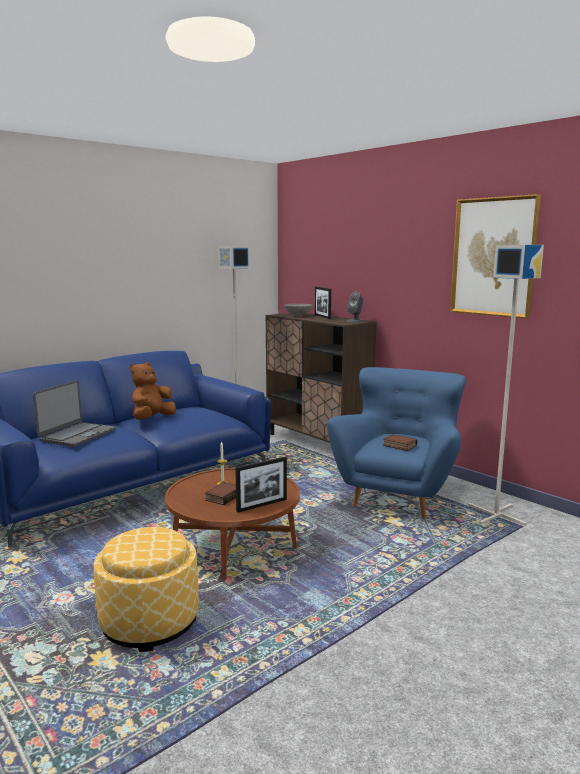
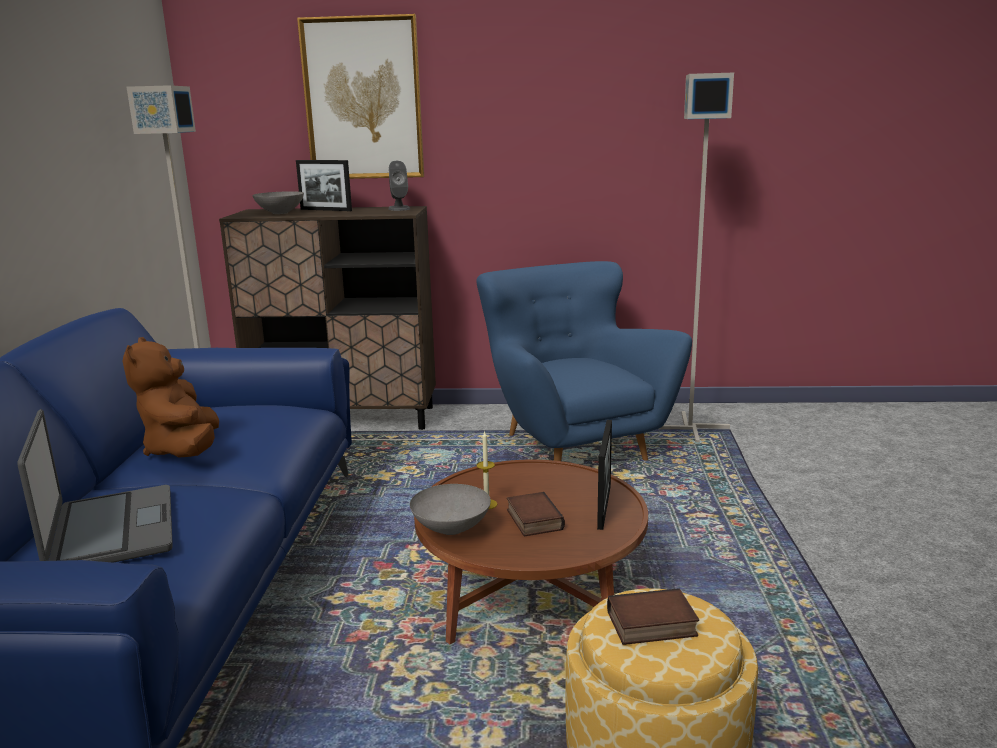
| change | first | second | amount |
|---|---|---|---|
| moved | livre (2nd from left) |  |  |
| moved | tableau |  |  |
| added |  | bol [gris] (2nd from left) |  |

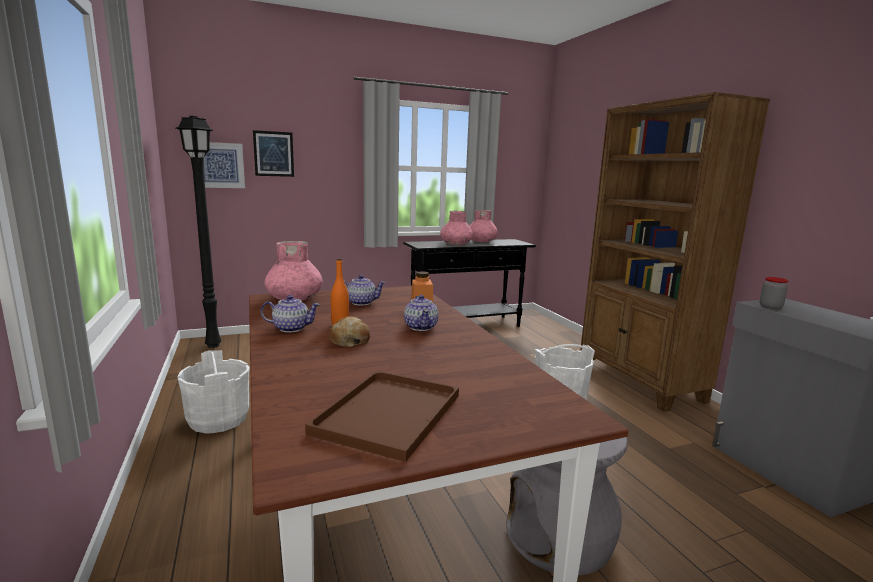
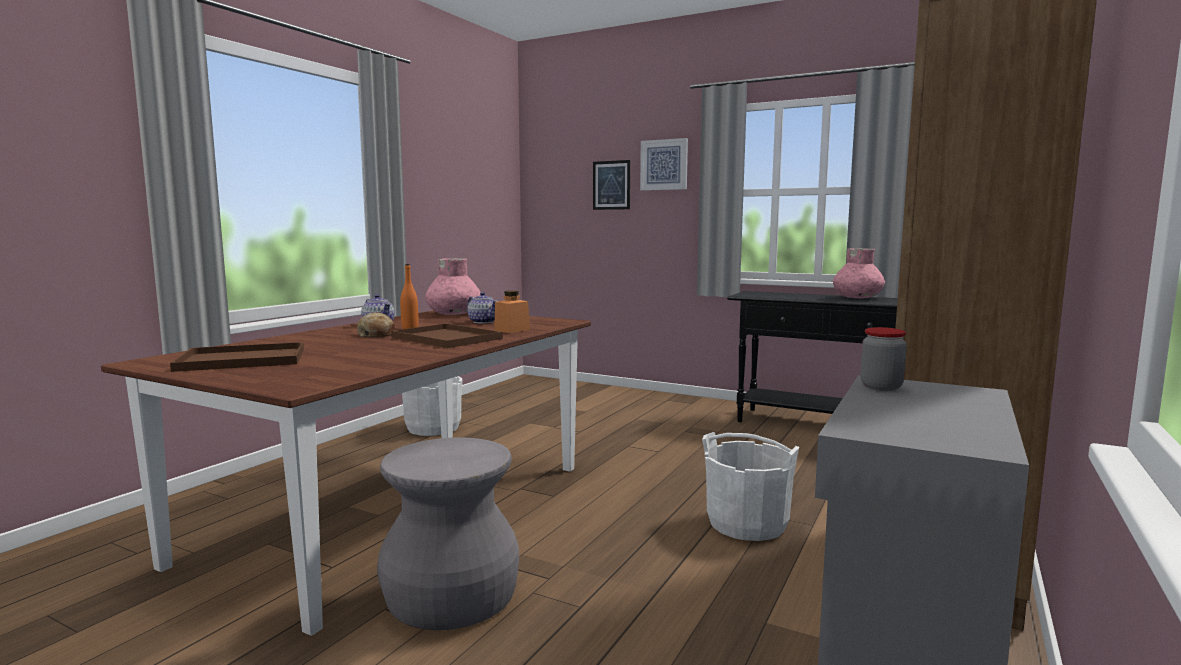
| change | first | second | amount |
|---|---|---|---|
| removed | lampadaire [noir] |  |  |
| moved | tableau (1st from left in the first image) | tableau (2nd from left) |  |
| replaced | théière (3rd from left) | plateau [marron] (2nd from left) |  |
| removed | vase [rose] (2nd from left) |  |  |

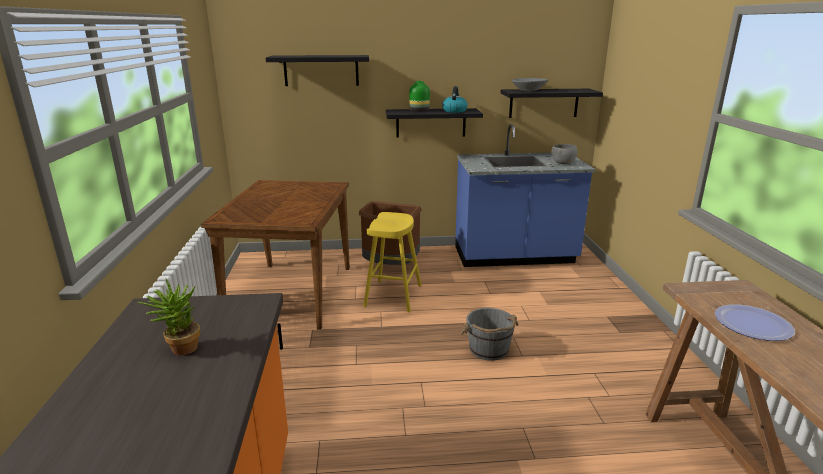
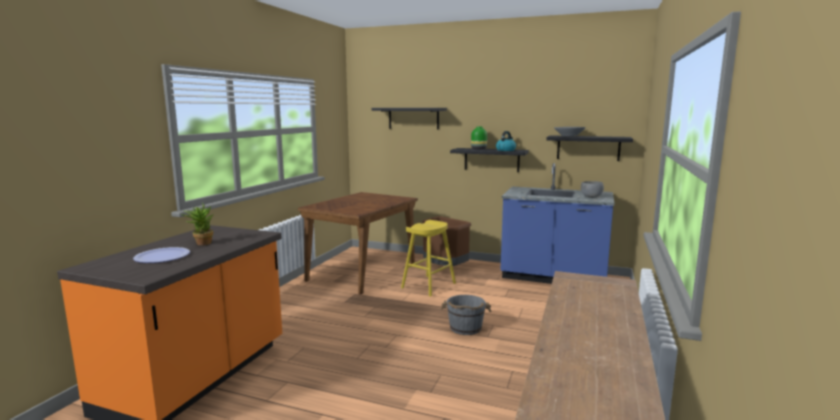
| change | first | second | amount |
|---|---|---|---|
| moved | assiette |  |  |

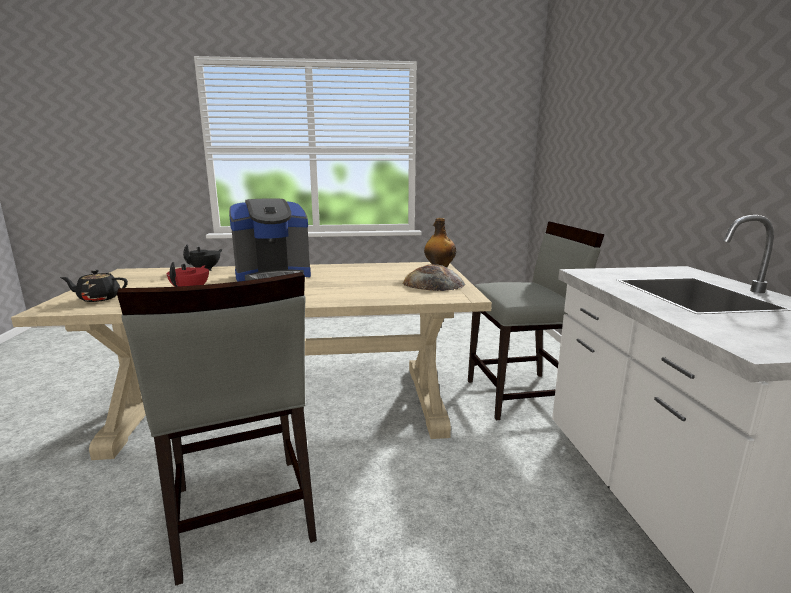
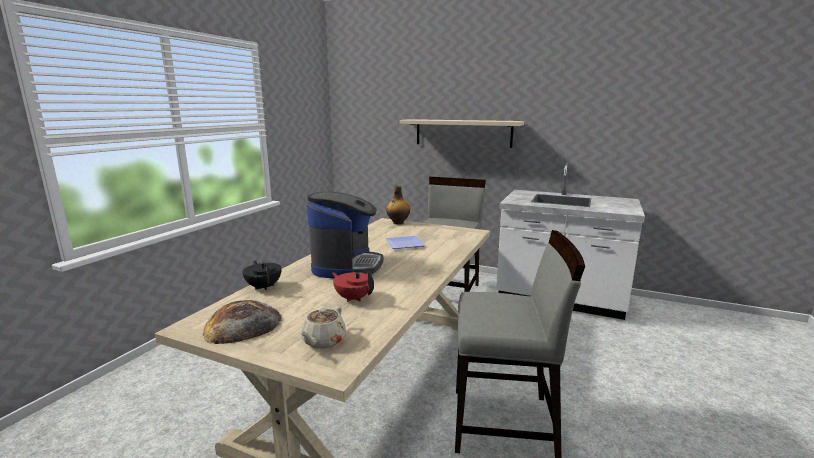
| change | first | second | amount |
|---|---|---|---|
| recoloured | théière [noir] (1st from left) | théière [beige] |  |
| moved | pain |  |  |
| added |  | assiette |  |
| added |  | étagère [beige] |  |

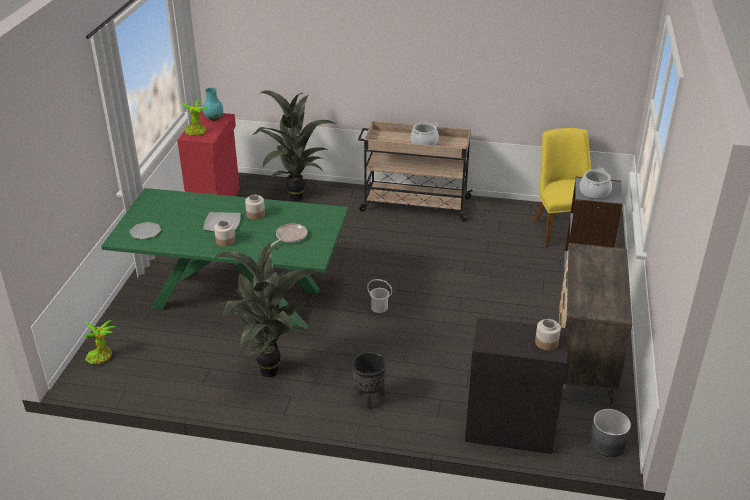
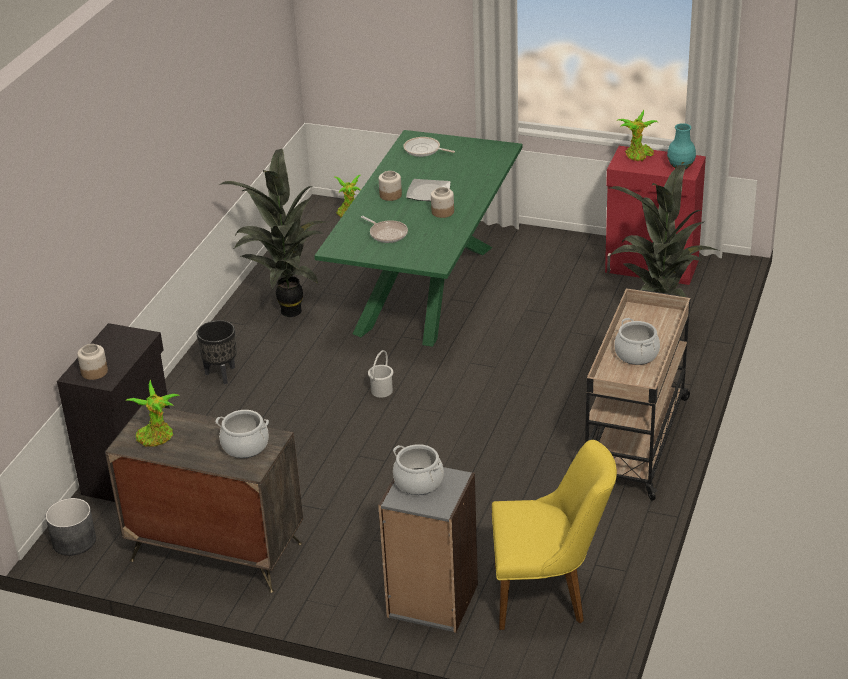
| change | first | second | amount |
|---|---|---|---|
| replaced | assiette (1st from left) | poêle (2nd from left) |  |
| added |  | plante en pot (1st from left) |  |
| added |  | marmite (1st from left) |  |

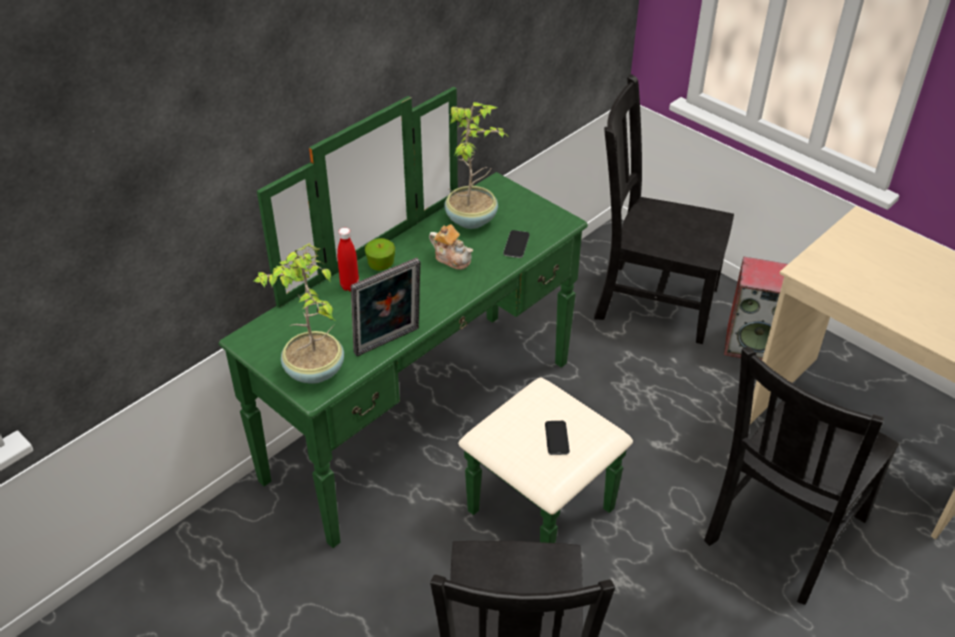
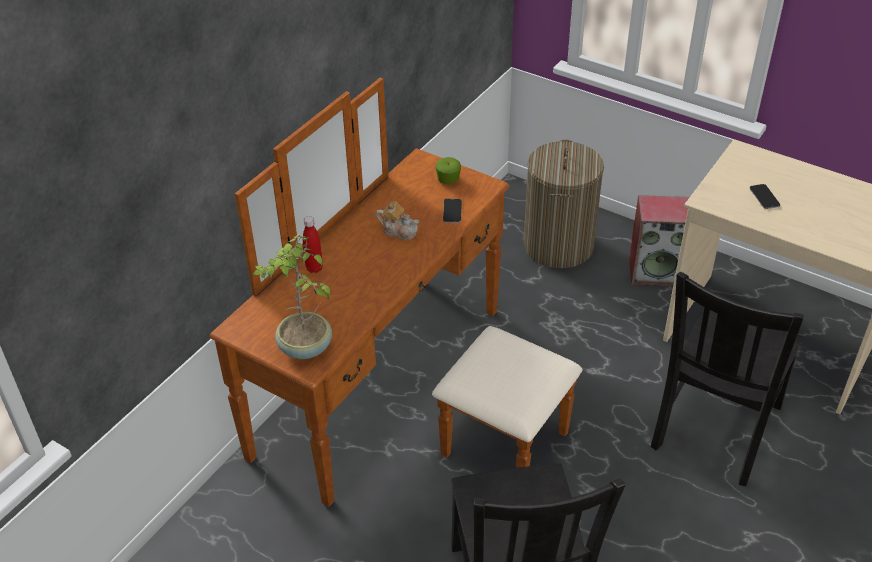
| change | first | second | amount |
|---|---|---|---|
| recoloured | commode [vert] | commode [marron] |  |
| removed | cadre photo |  |  |
| moved | pomme |  |  |
| removed | plante en pot (2nd from left) |  |  |
| moved | téléphone (2nd from left) |  |  |
| replaced | chaise [noir] (2nd from left) | panier à linge |  |

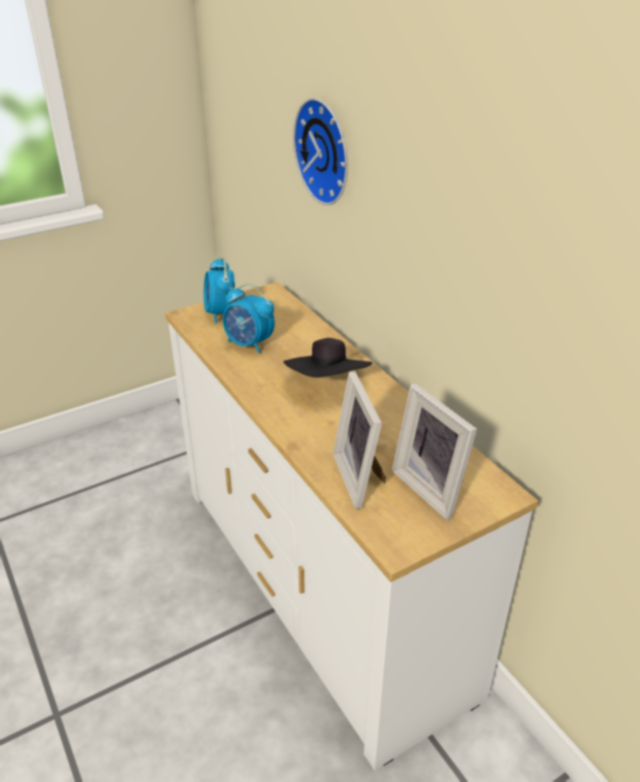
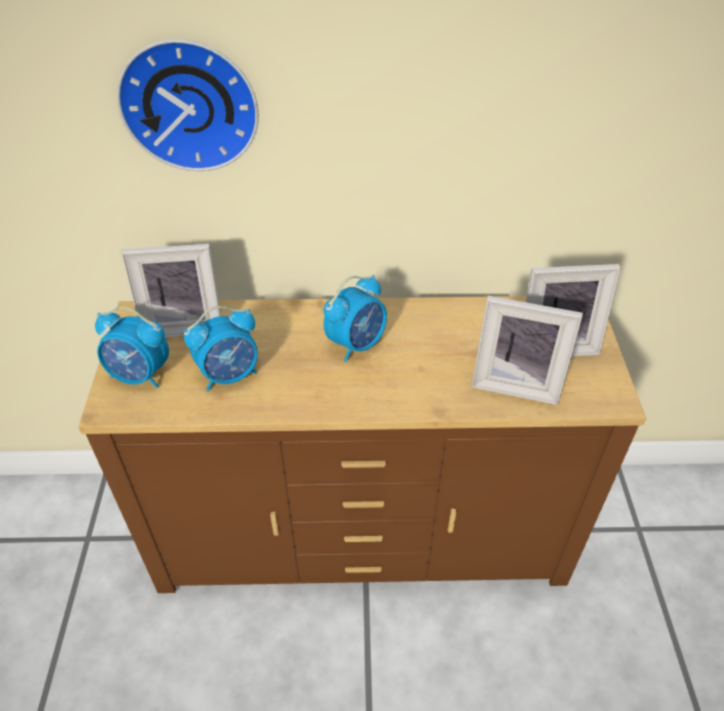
| change | first | second | amount |
|---|---|---|---|
| recoloured | commode [blanc] | commode [marron] |  |
| replaced | chapeau [noir] | réveil (3rd from left) |  |
| added |  | cadre photo (1st from left) |  |

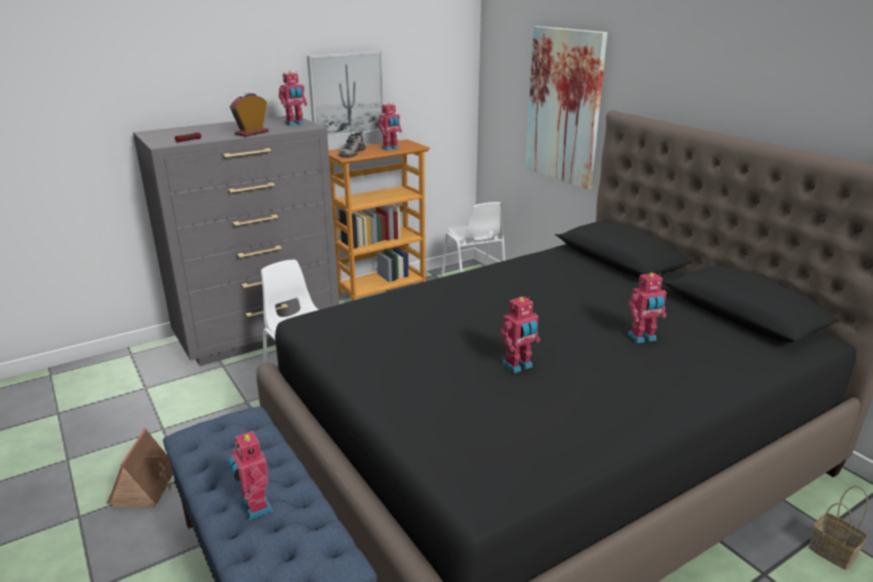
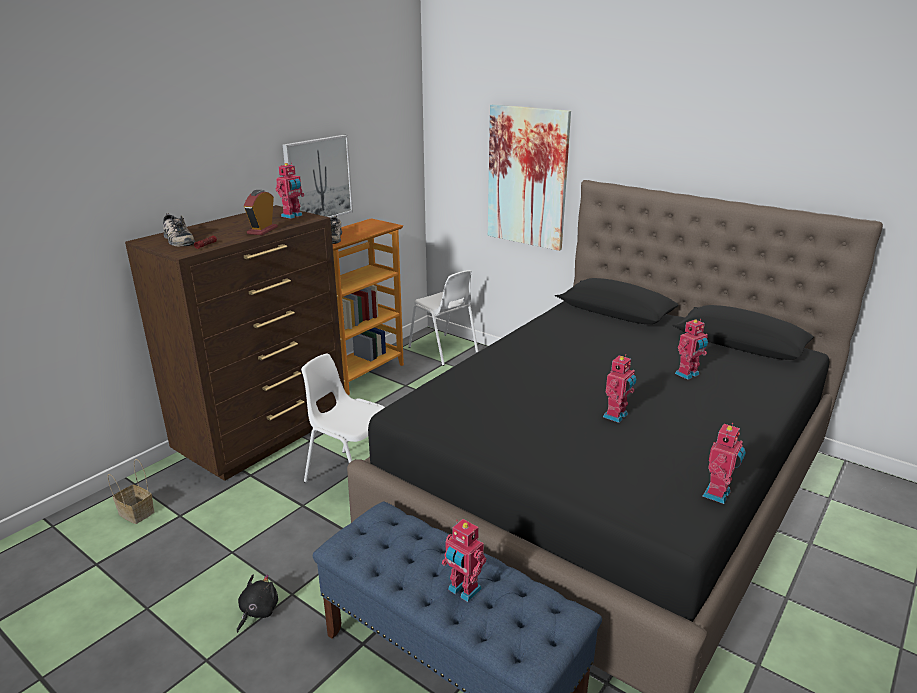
| change | first | second | amount |
|---|---|---|---|
| replaced | maison miniature | peluche [noir] |  |
| recoloured | commode [gris] | commode [marron] |  |
| moved | robot jouet (3rd from left in the first image) | robot jouet (5th from left) |  |
| moved | panier |  |  |
| added |  | chaussure (1st from left) |  |

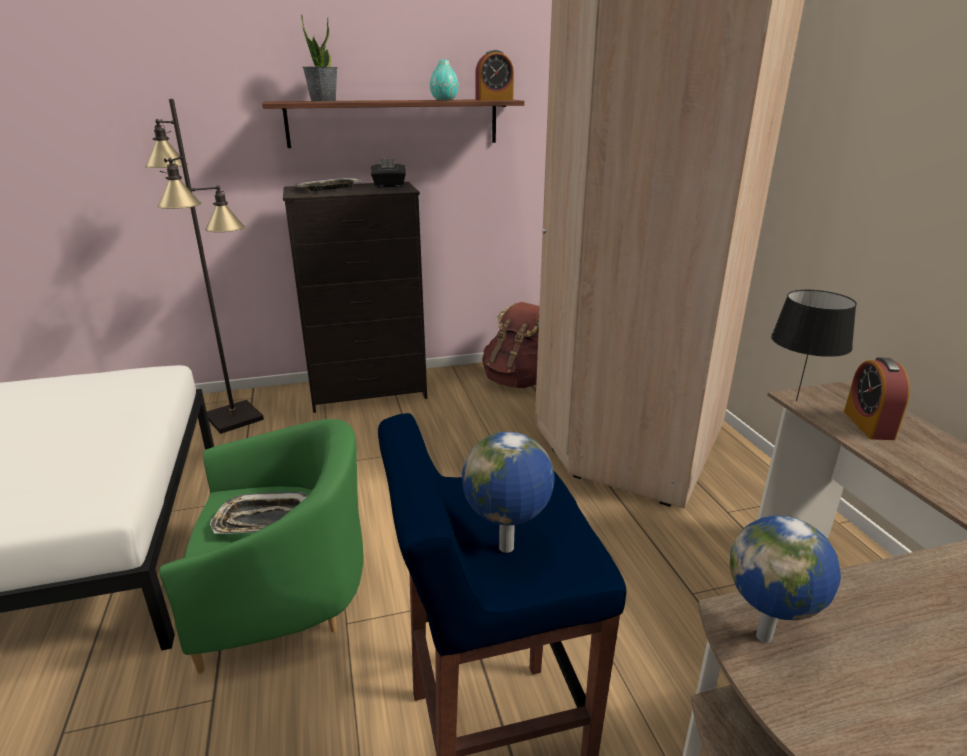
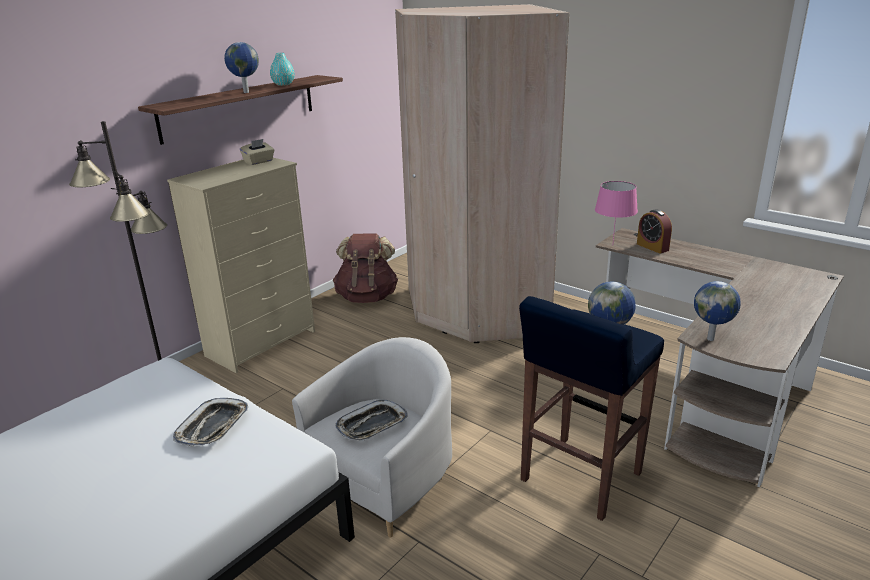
| change | first | second | amount |
|---|---|---|---|
| recoloured | fauteuil [vert] | fauteuil [blanc] |  |
| recoloured | commode [noir] | commode [beige] |  |
| moved | plateau (2nd from left in the first image) | plateau (1st from left) |  |
| removed | plante en pot |  |  |
| recoloured | boîte à mouchoirs [noir] | boîte à mouchoirs [beige] |  |
| removed | réveil (1st from left) |  |  |
| recoloured | lampe de table [noir] | lampe de table [rose] |  |
| added |  | globe (1st from left) |  |

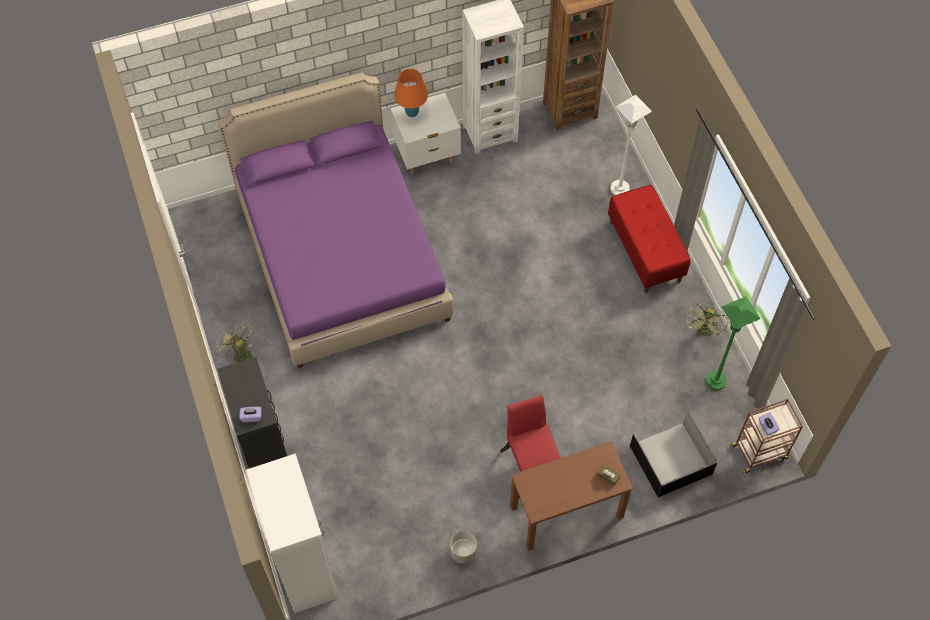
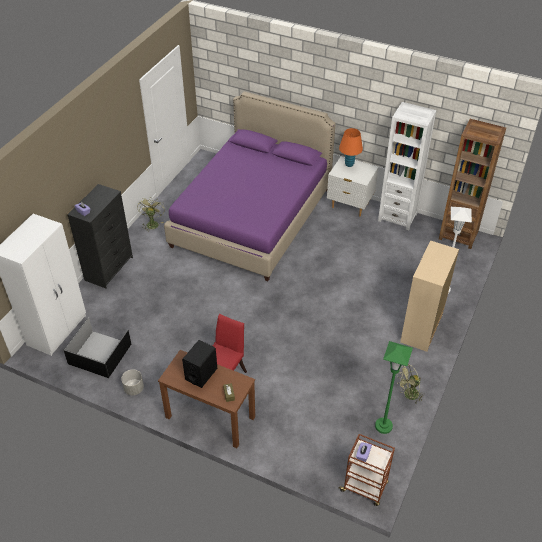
| change | first | second | amount |
|---|---|---|---|
| replaced | banc [rouge] | commode [beige] |  |
| moved | boîte de rangement [noir] |  |  |
| added |  | enceinte [noir] |  |

